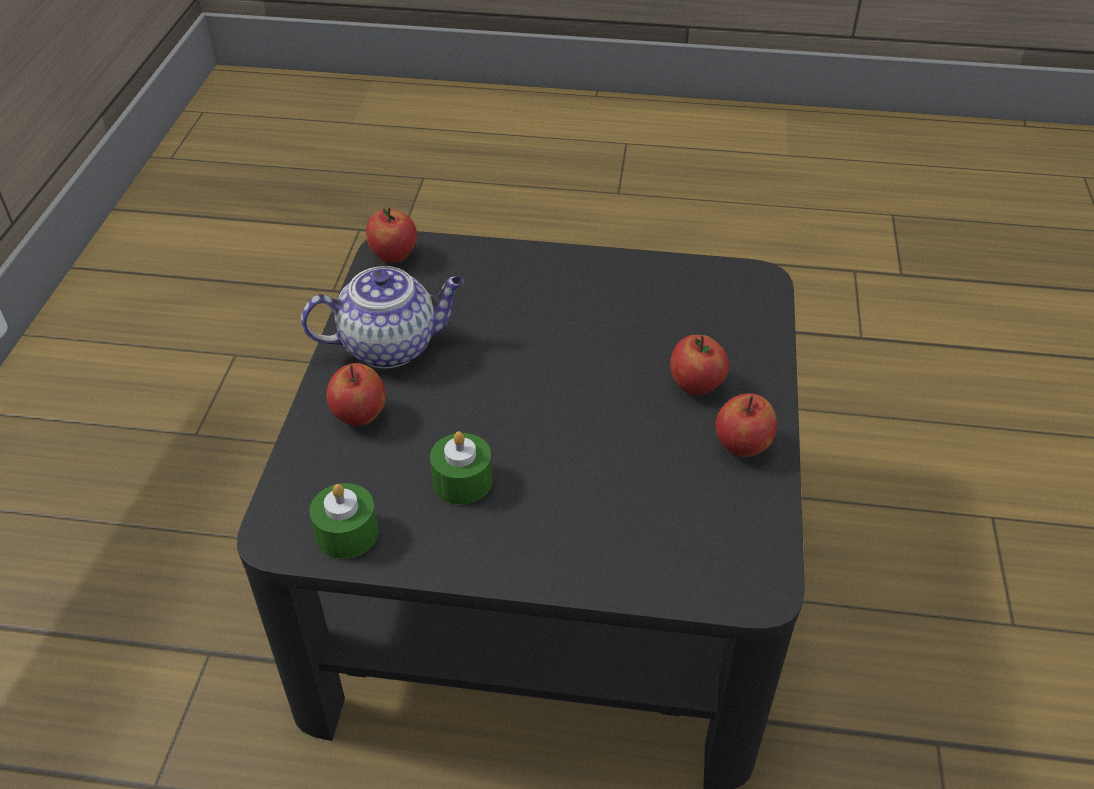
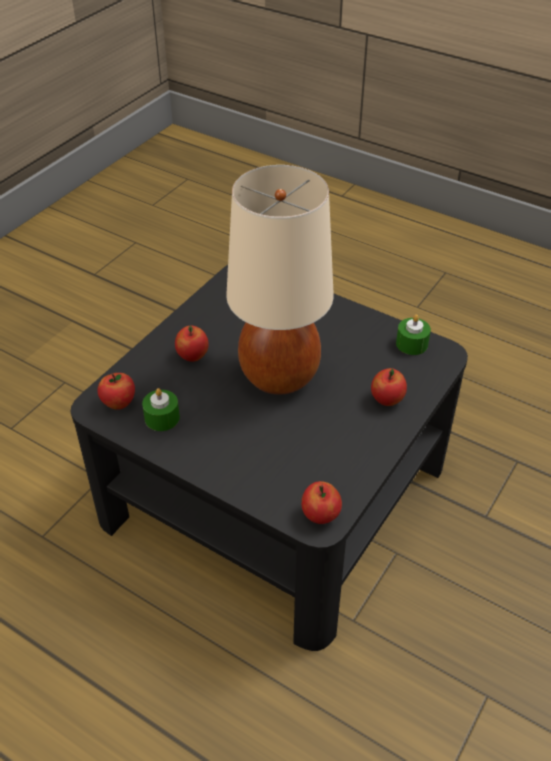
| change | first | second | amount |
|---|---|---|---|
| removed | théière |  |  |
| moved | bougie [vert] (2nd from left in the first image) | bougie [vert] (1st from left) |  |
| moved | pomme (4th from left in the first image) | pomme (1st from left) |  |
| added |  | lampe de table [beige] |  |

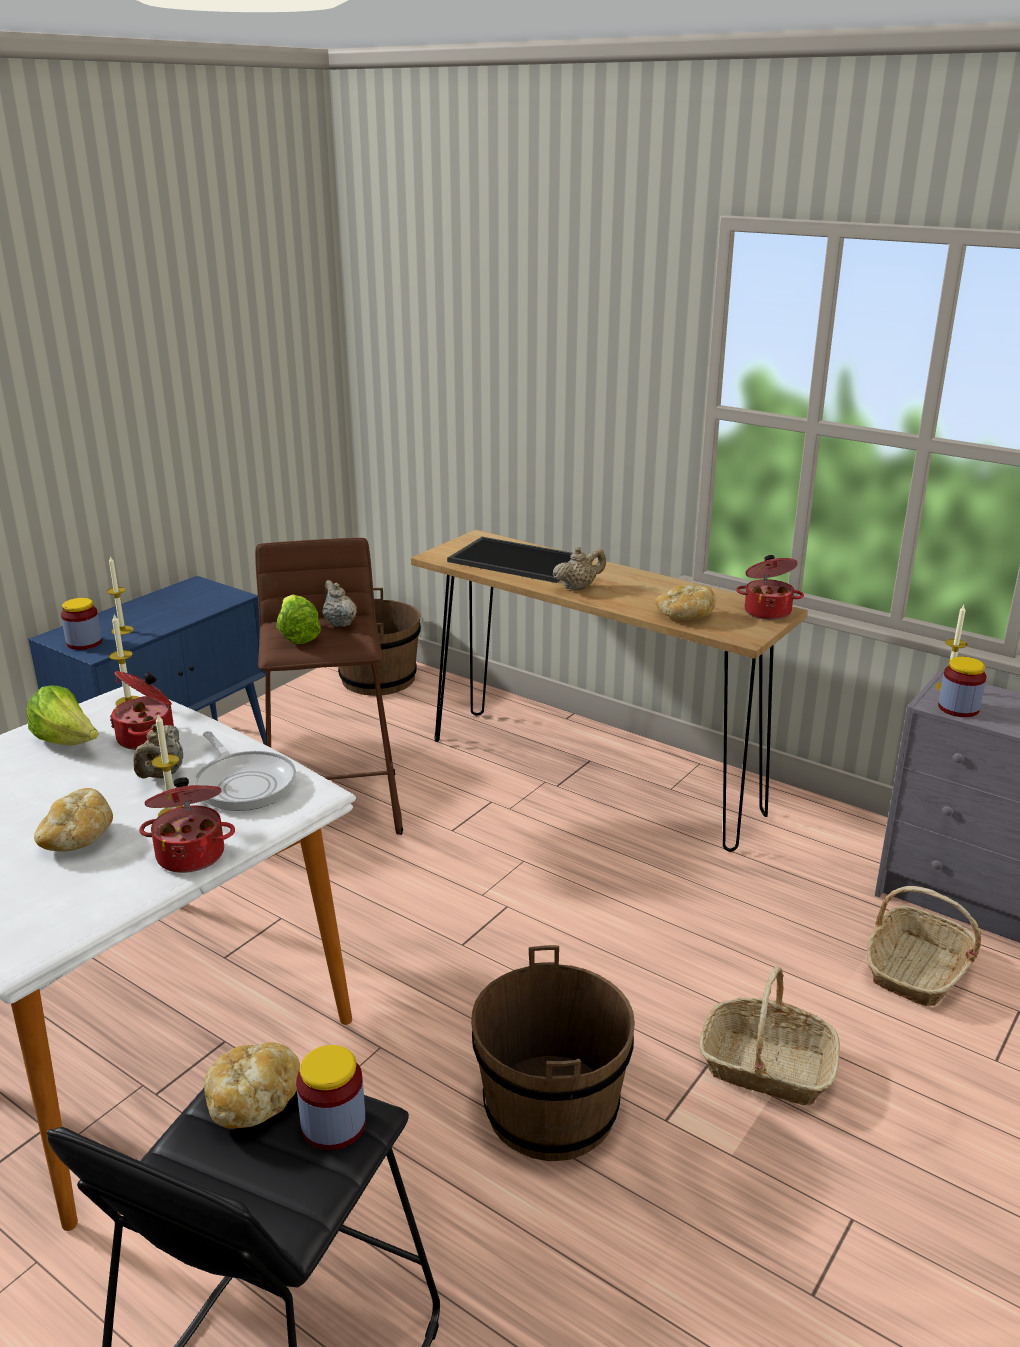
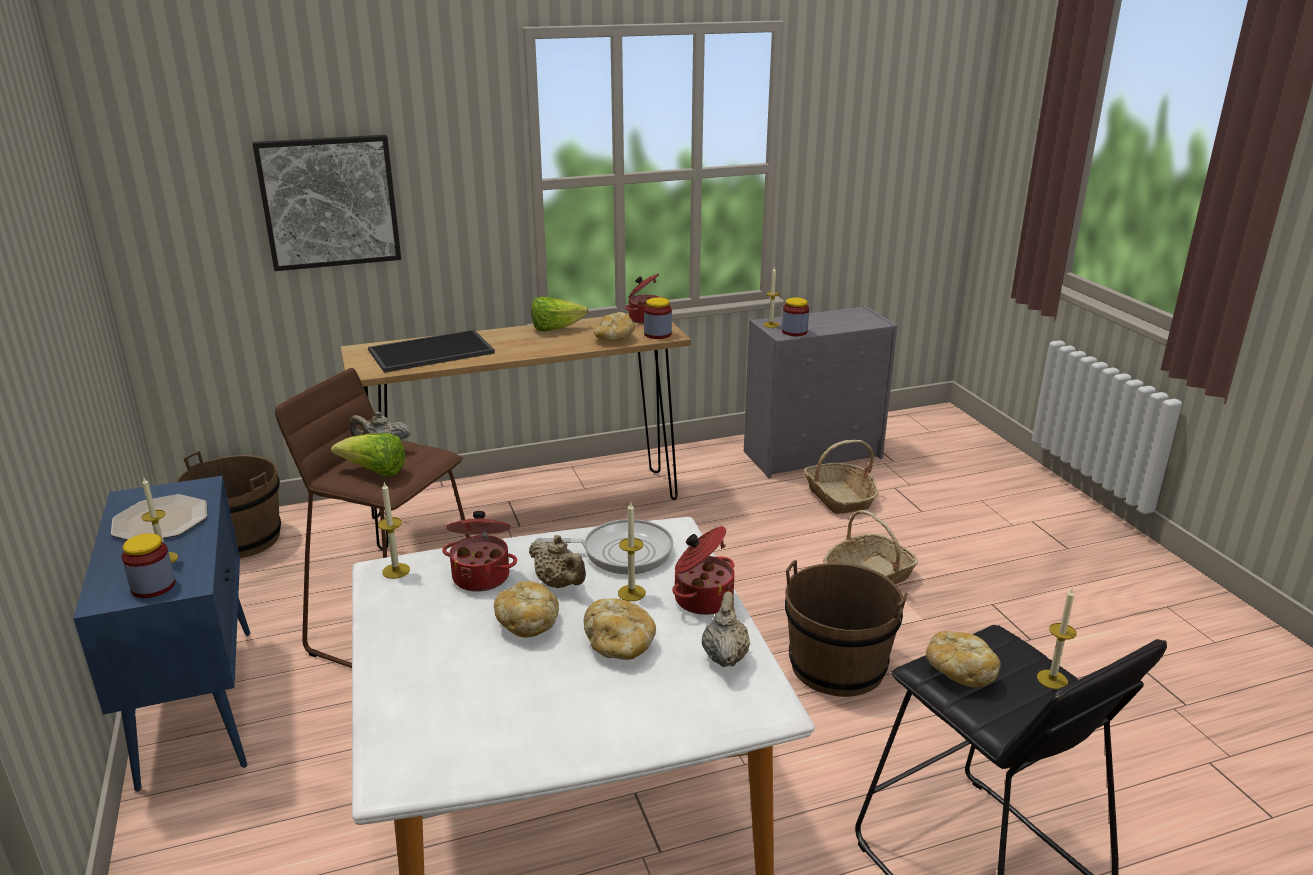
| change | first | second | amount |
|---|---|---|---|
| moved | laitue (1st from left in the first image) | laitue (2nd from left) |  |
| moved | bocal (2nd from left) |  |  |
| moved | théière [beige] (3rd from left) |  |  |
| added |  | assiette |  |
| added |  | tableau |  |
| added |  | pain (1st from left) |  |
| added |  | bougie (5th from left) |  |

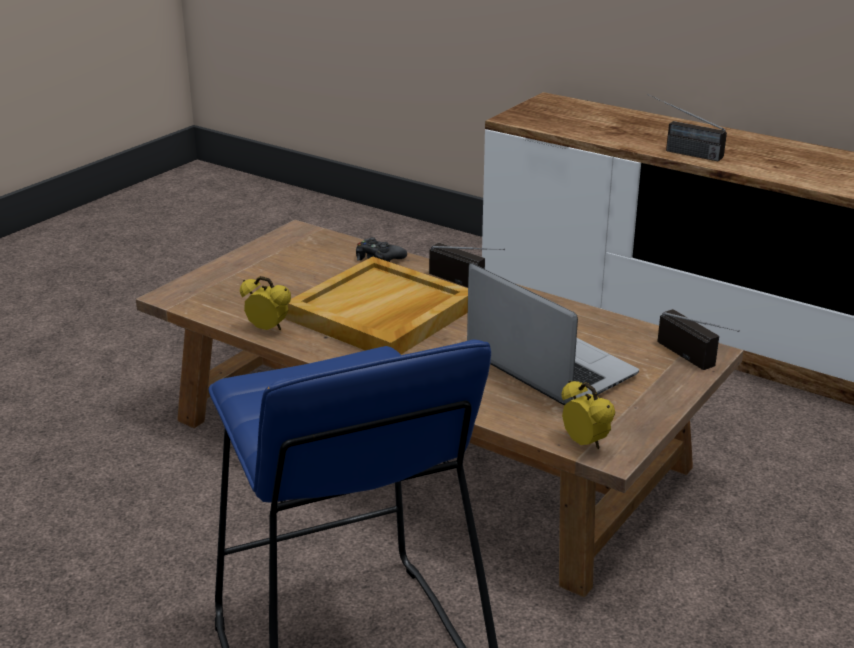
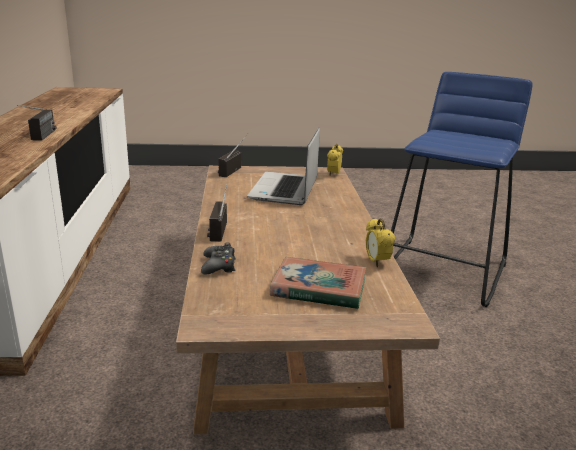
| change | first | second | amount |
|---|---|---|---|
| removed | plateau [beige] |  |  |
| added |  | livre |  |

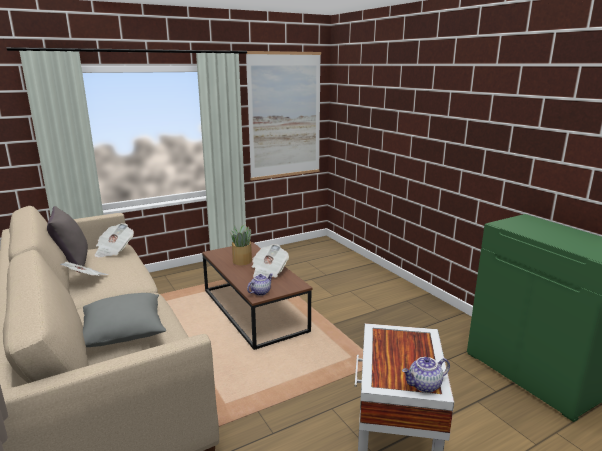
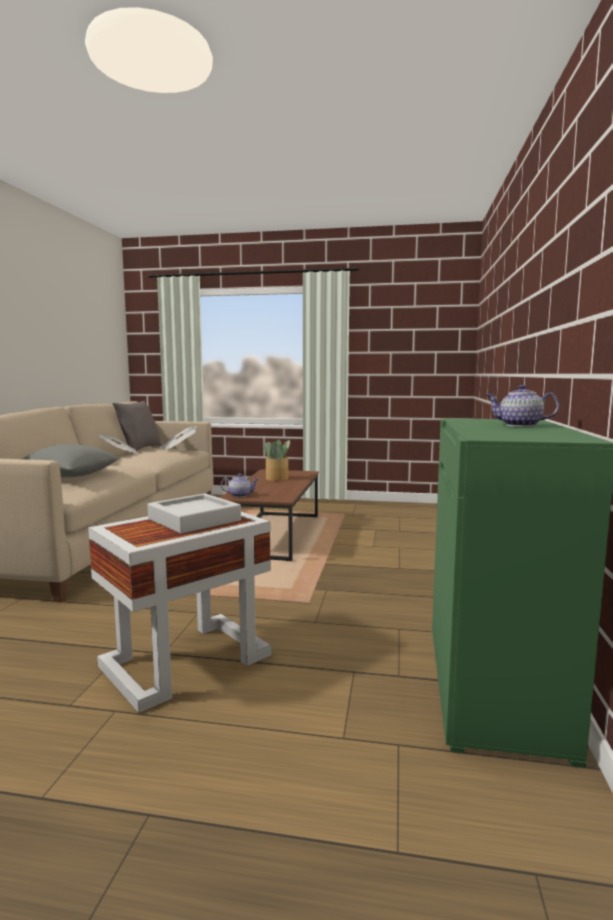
| change | first | second | amount |
|---|---|---|---|
| removed | tableau |  |  |
| removed | journal (3rd from left) |  |  |
| moved | théière (2nd from left) |  |  |
| added |  | plateau [gris] |  |

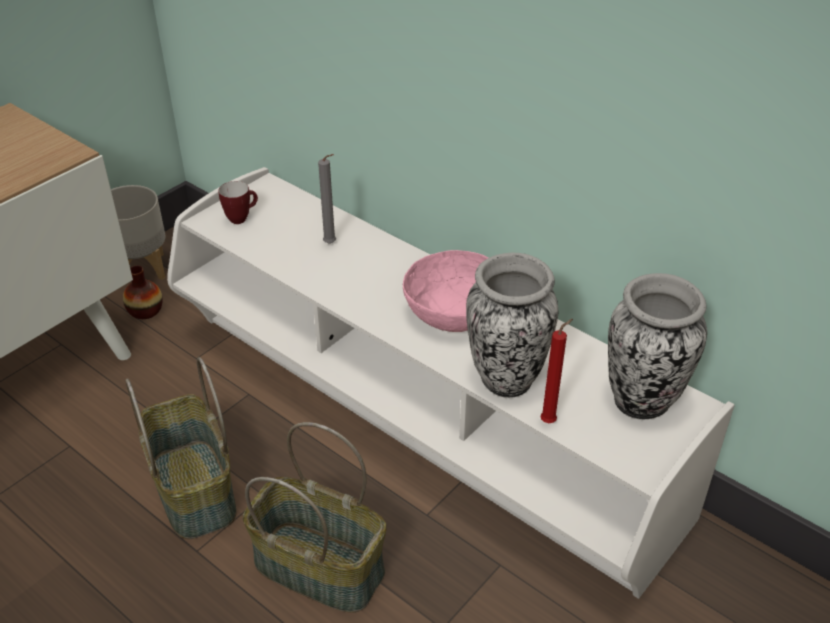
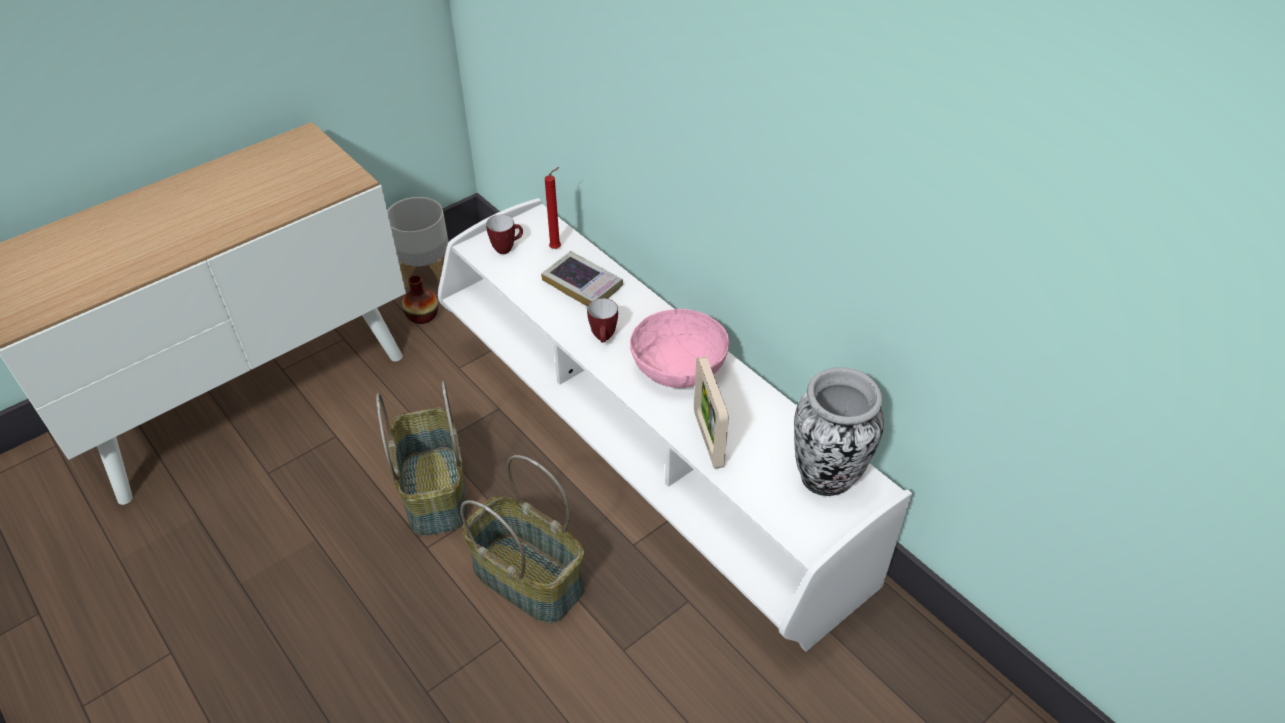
| change | first | second | amount |
|---|---|---|---|
| replaced | bougie [gris] | livre |  |
| replaced | vase (2nd from left) | cadre photo |  |
| moved | bougie [rouge] |  |  |
| added |  | mug (2nd from left) |  |

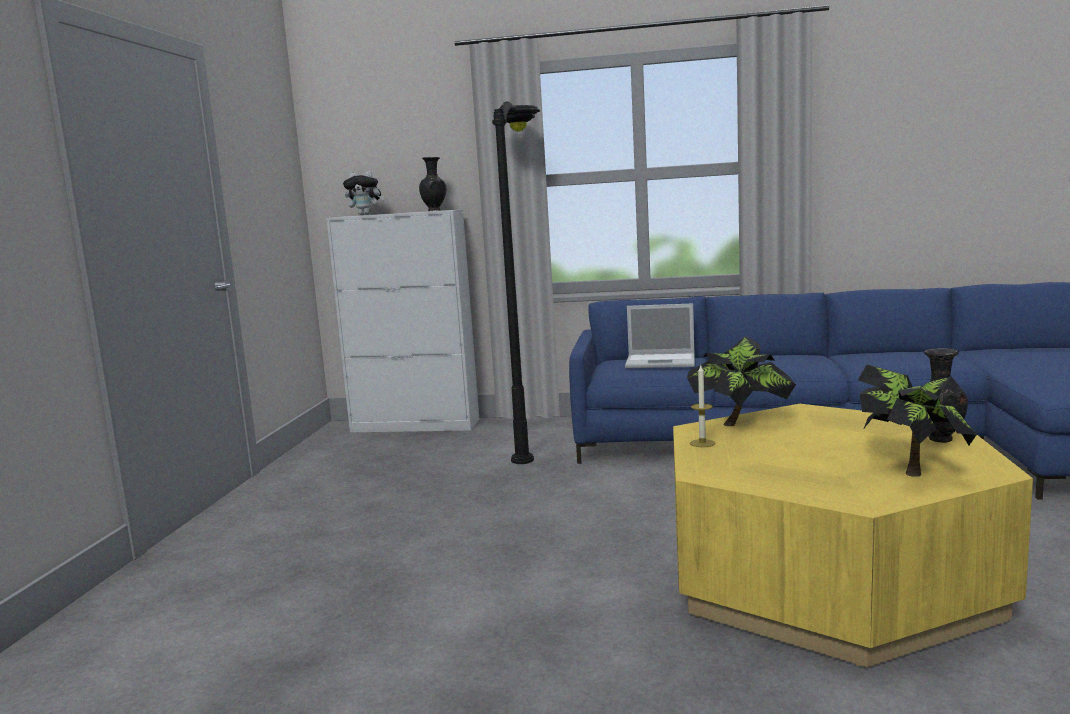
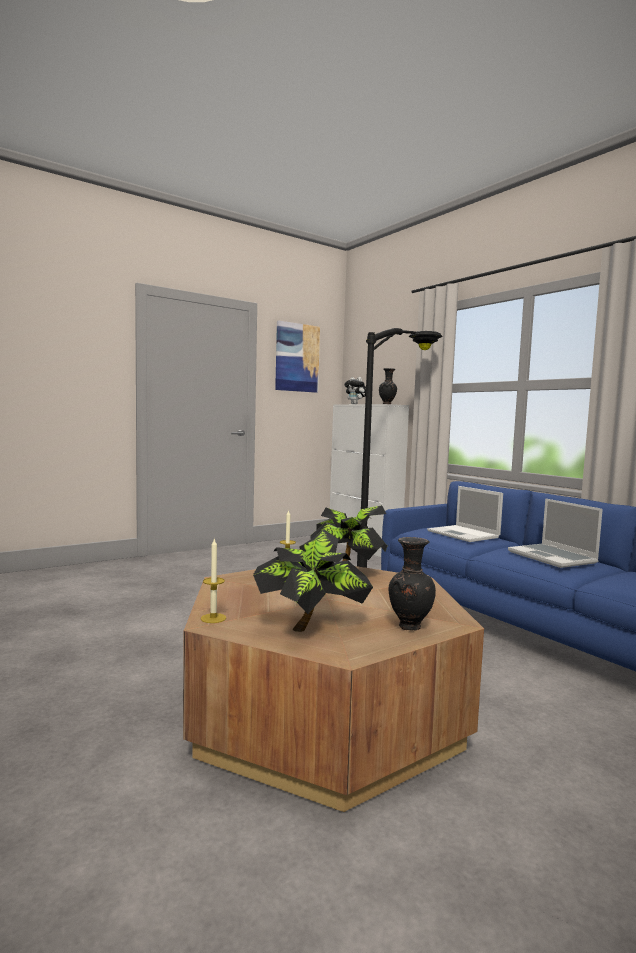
| change | first | second | amount |
|---|---|---|---|
| recoloured | table basse [jaune] | table basse [marron] |  |
| added |  | bougie (1st from left) |  |
| added |  | tableau |  |
| added |  | ordinateur portable (2nd from left) |  |

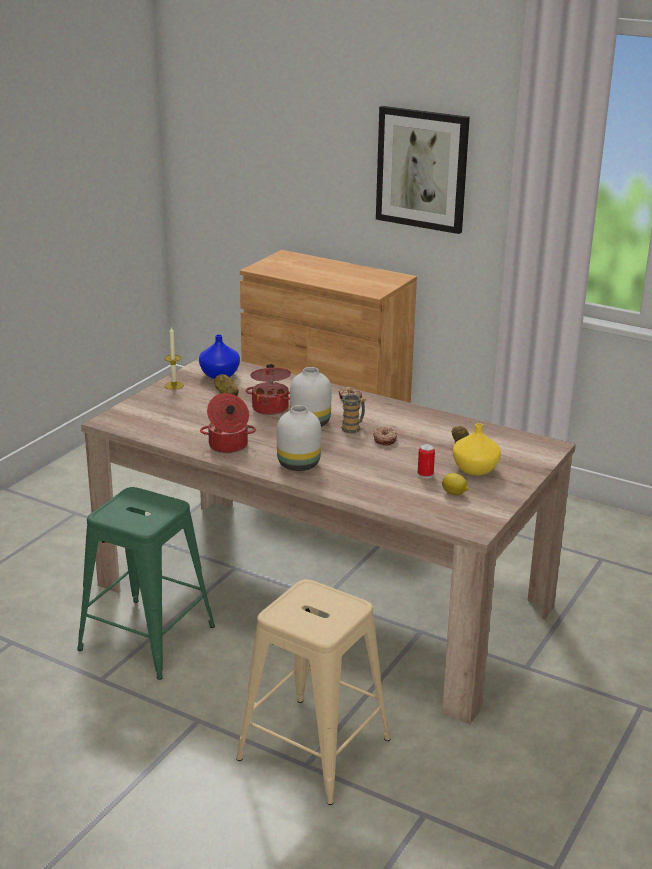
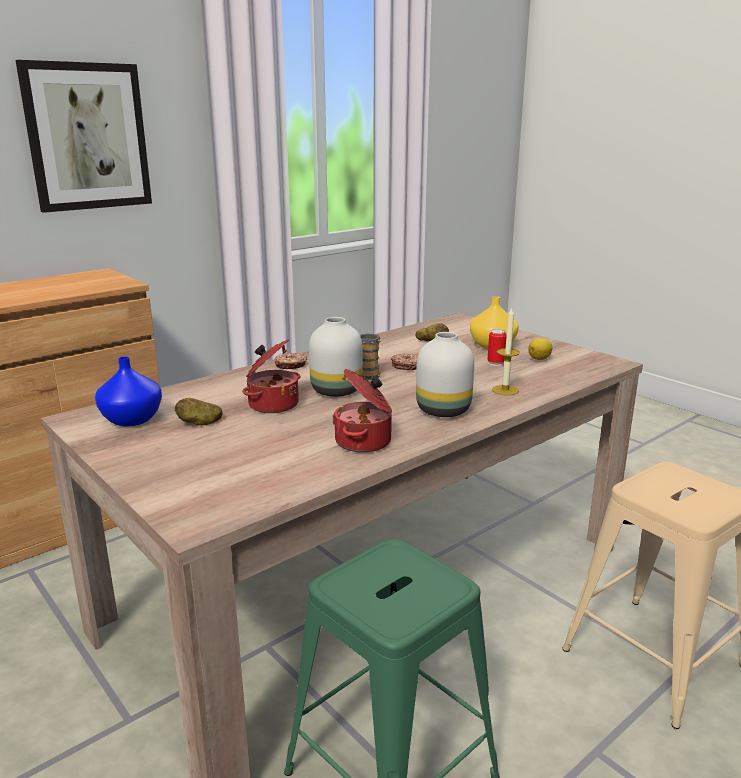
| change | first | second | amount |
|---|---|---|---|
| moved | bougie |  |  |

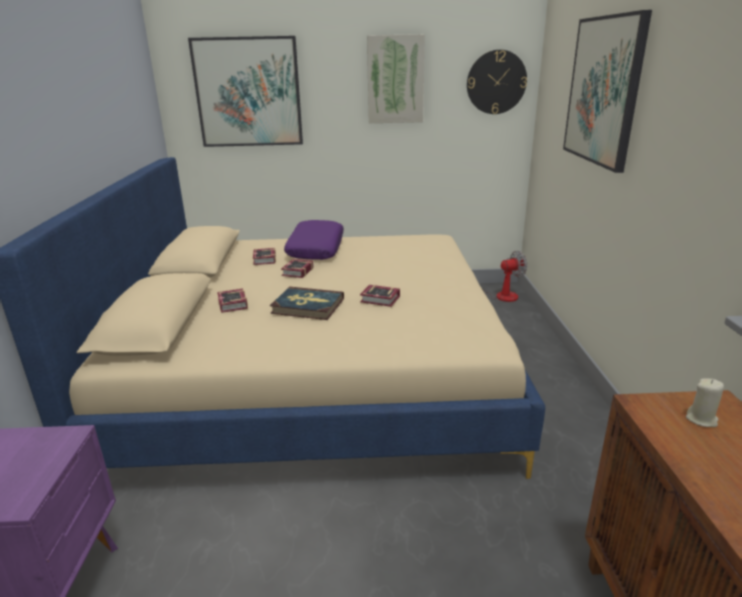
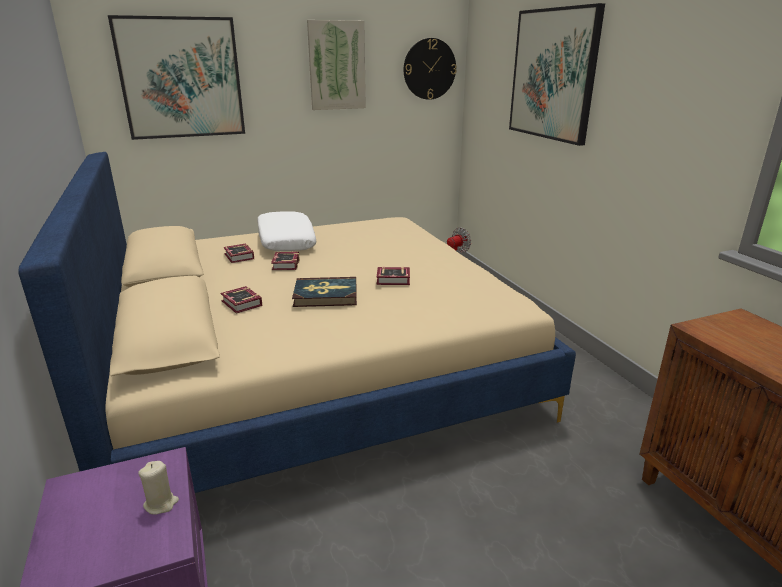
| change | first | second | amount |
|---|---|---|---|
| recoloured | coussin [violet] | coussin [blanc] |  |
| moved | bougie [beige] |  |  |

